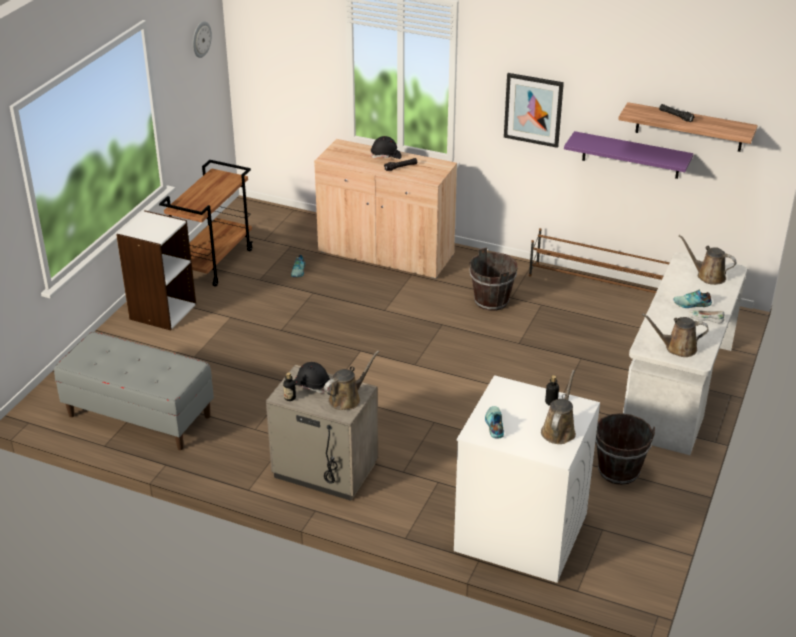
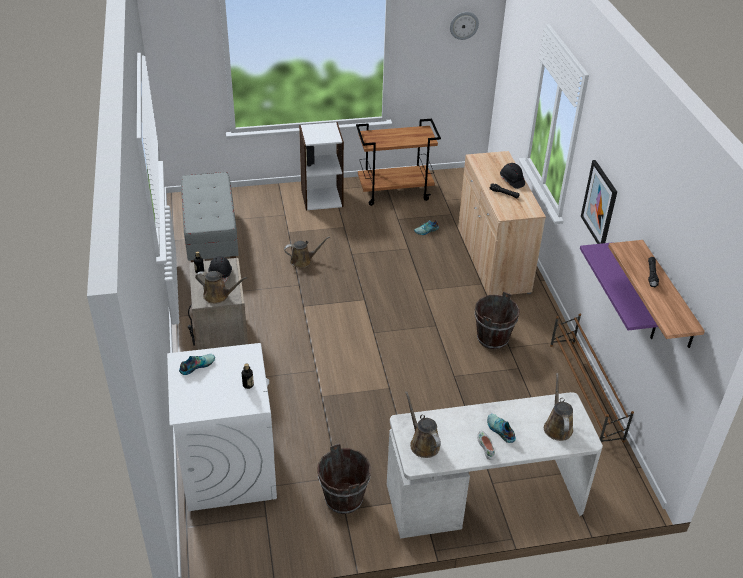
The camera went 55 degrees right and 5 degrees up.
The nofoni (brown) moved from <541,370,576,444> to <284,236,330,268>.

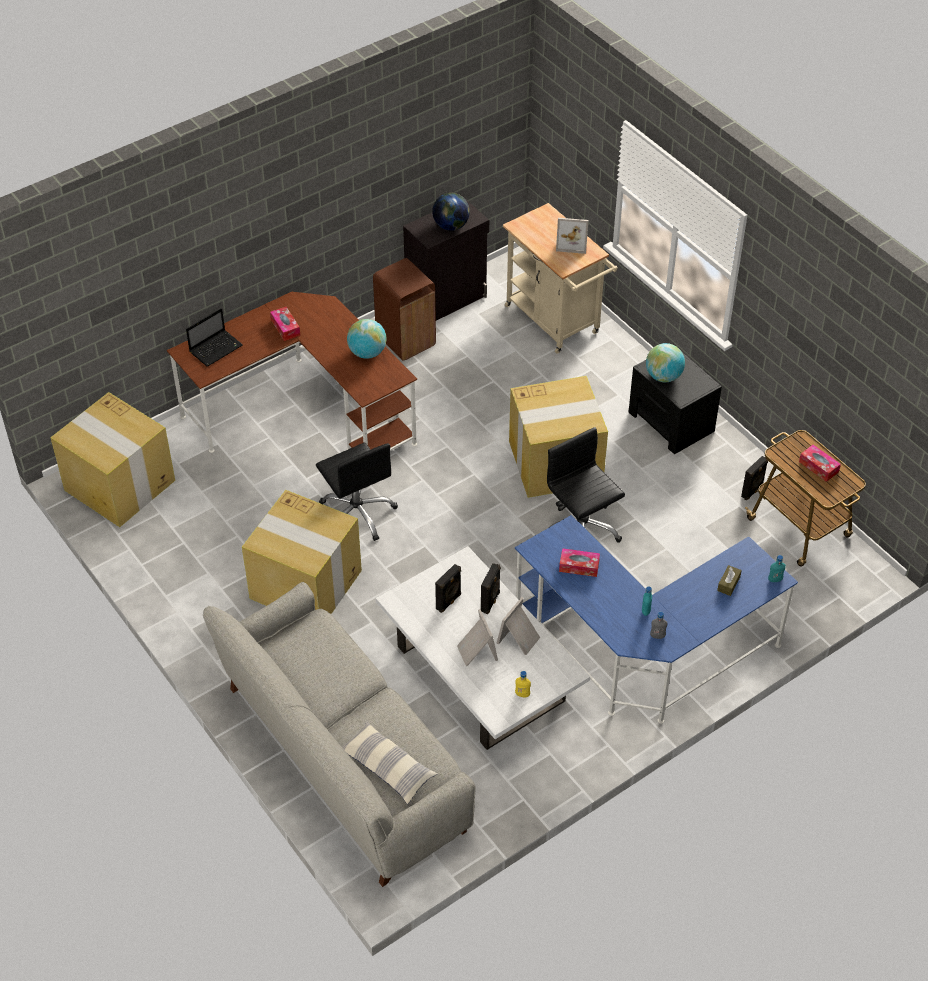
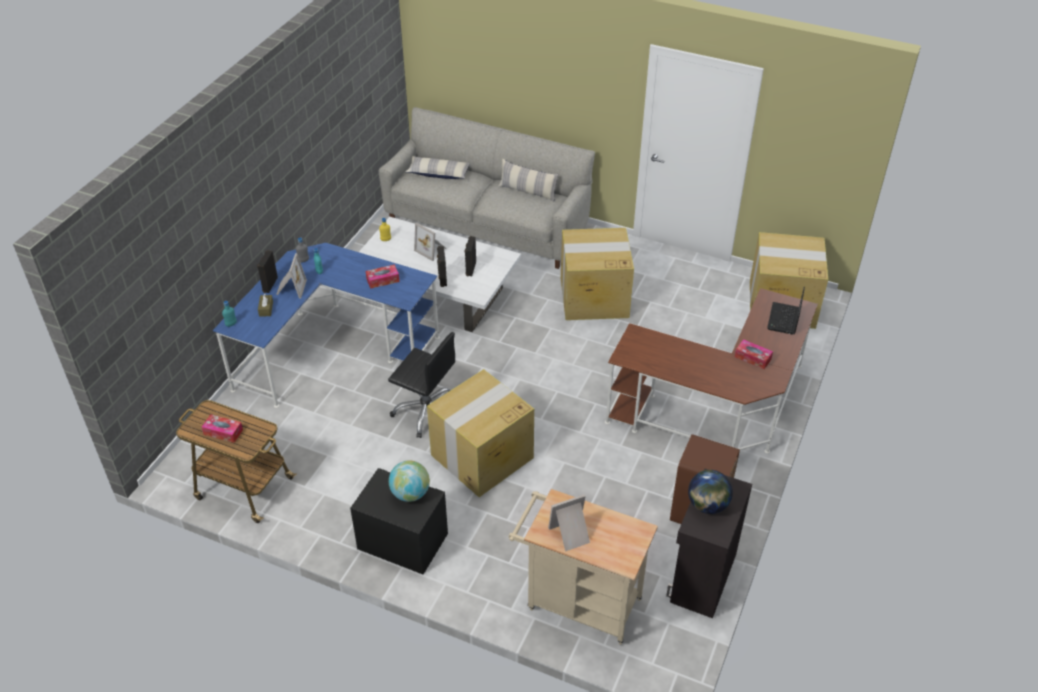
The camera went 150 degrees right and 5 degrees down.
The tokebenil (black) moved from <741,456,768,500> to <257,250,278,293>.
The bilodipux moved from <496,597,540,655> to <276,253,307,298>.
The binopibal at <498,159,559,201> appeared.
The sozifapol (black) at <316,442,398,541> disappeared.
The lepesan at <347,319,386,359> disappeared.

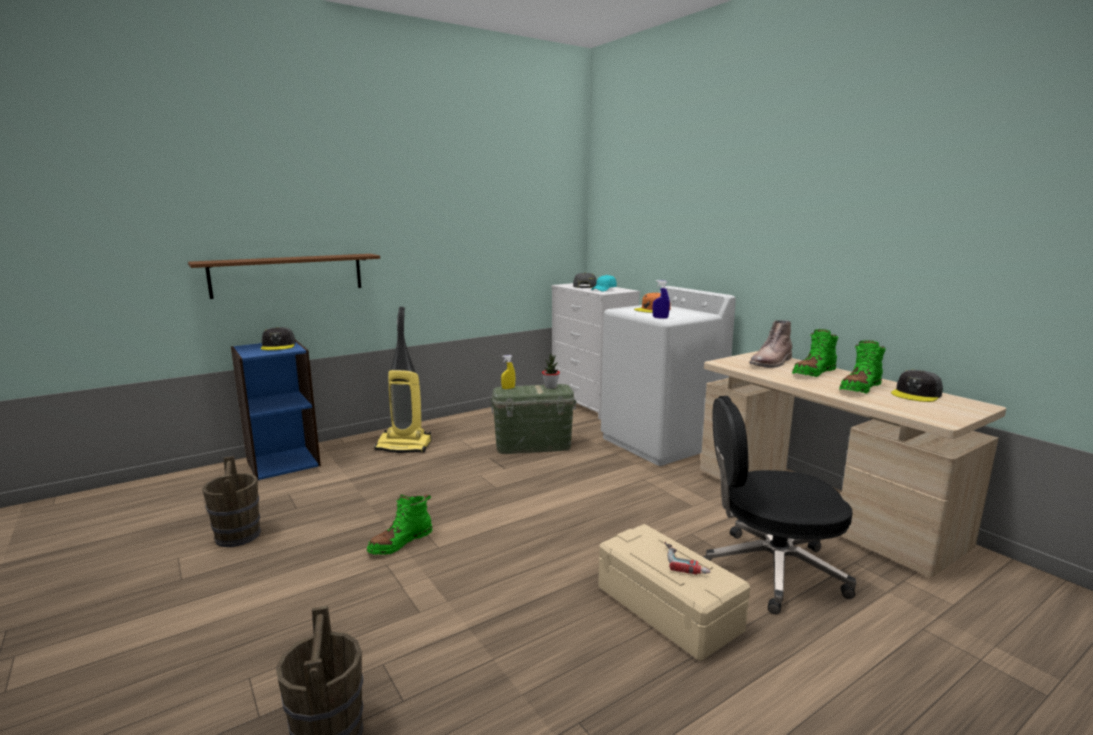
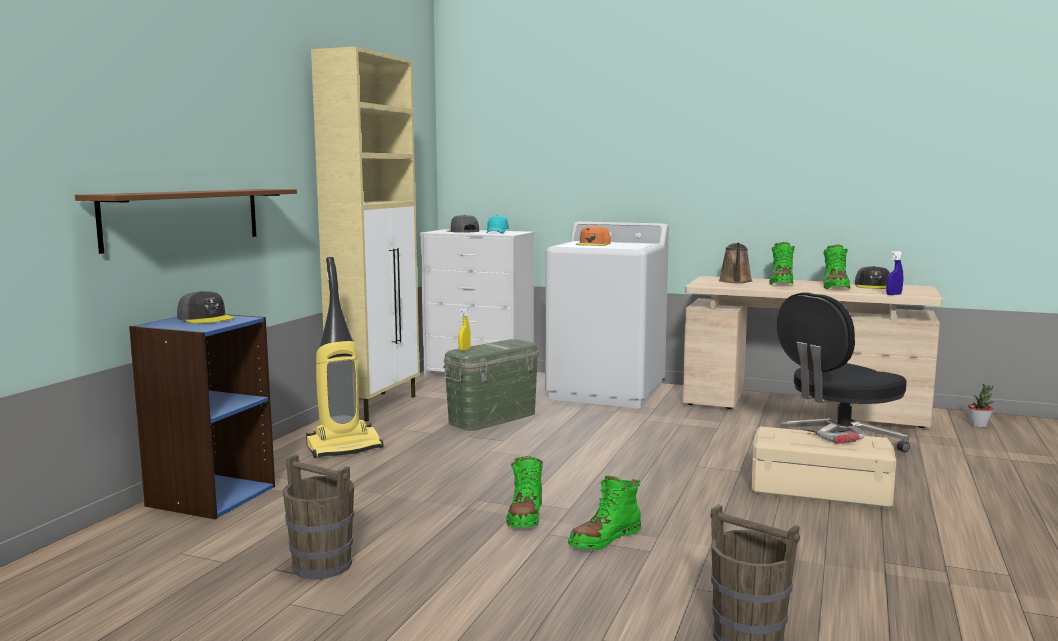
The camera went 35 degrees left and 5 degrees down.
The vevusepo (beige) at <311,47,420,422> appeared.
The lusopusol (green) at <568,476,641,550> appeared.
The lusopusol (brown) at <749,320,792,368> was replaced by the nofoni (brown) at <719,243,753,283>.
The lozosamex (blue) moved from <652,280,670,319> to <886,251,903,295>.
The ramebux moved from <542,354,560,389> to <968,384,993,427>.

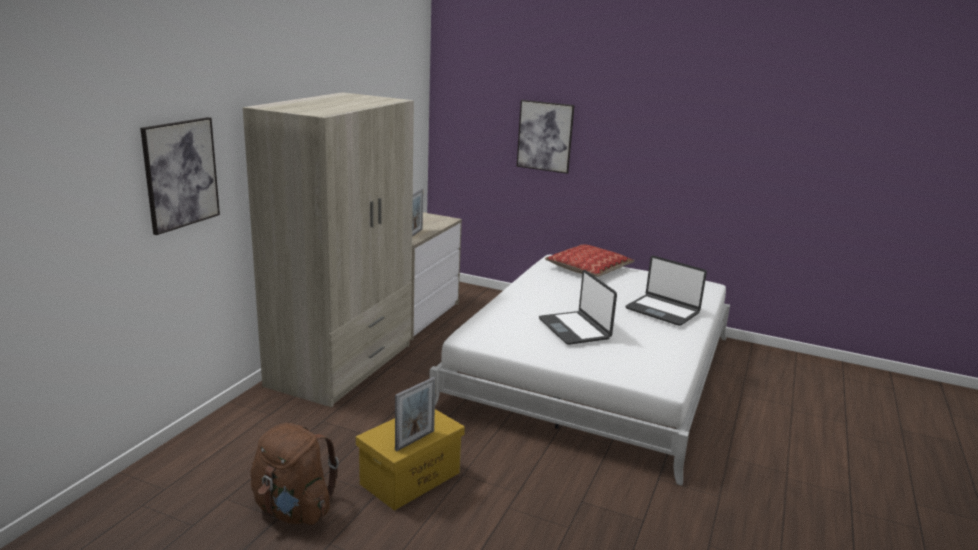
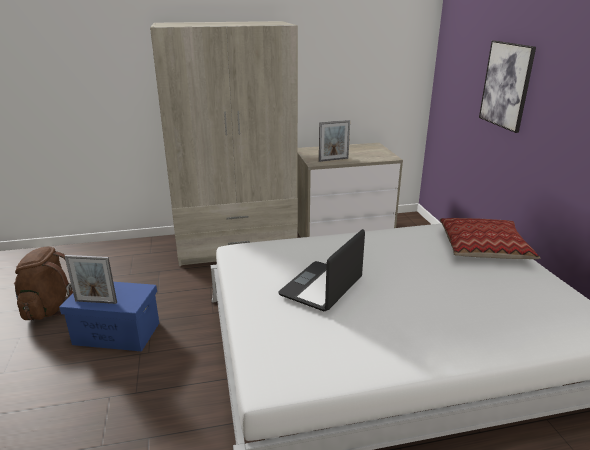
The camera went 55 degrees right and 5 degrees up.
The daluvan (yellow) at <356,409,465,511> became the daluvan (blue) at <59,282,159,351>.
The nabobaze at <140,117,220,235> disappeared.
The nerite at <625,256,707,326> disappeared.

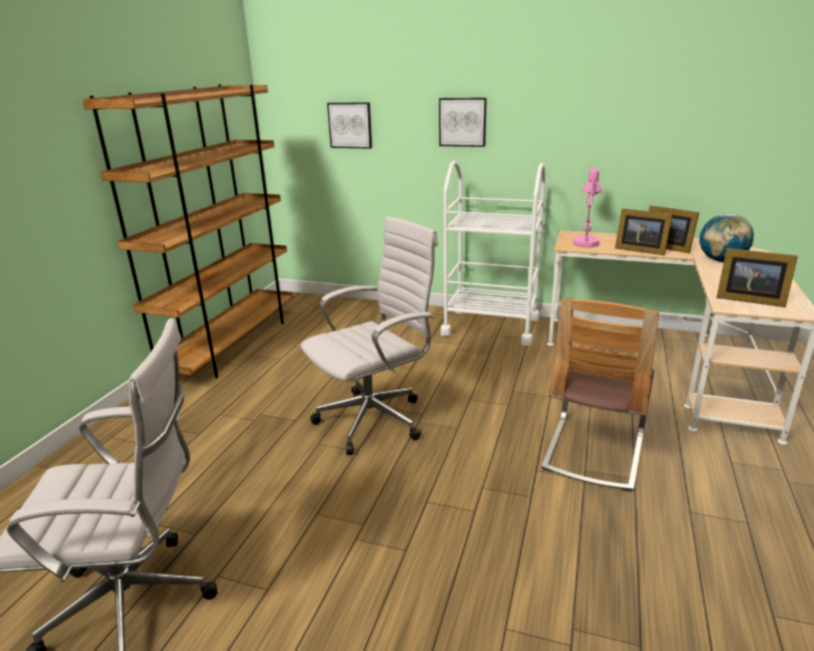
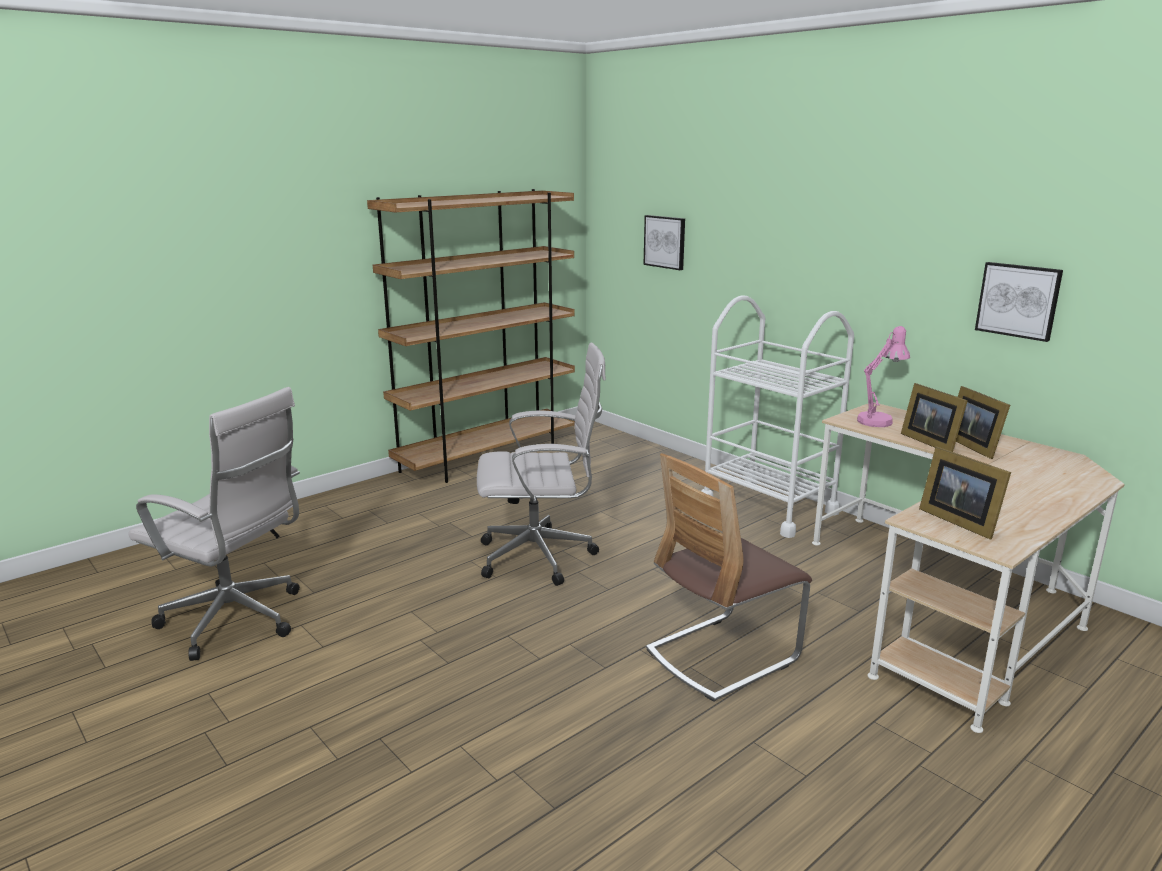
The camera went 30 degrees right and 5 degrees down.
The nabobaze moved from <439,98,487,147> to <975,262,1063,342>.
The lepesan at <699,213,754,262> disappeared.

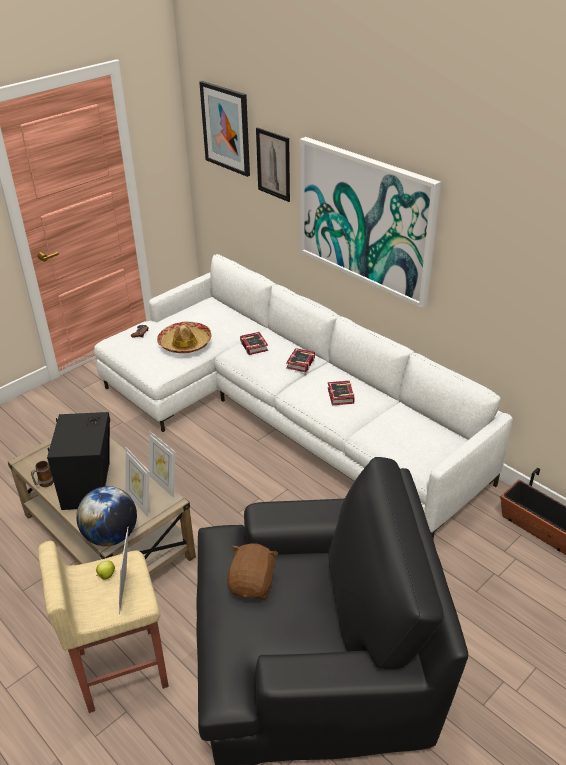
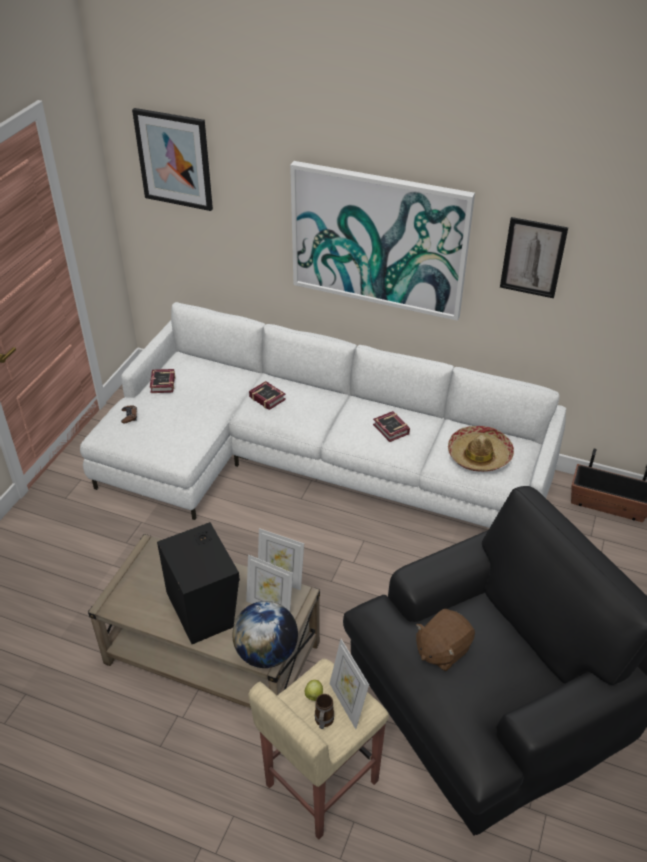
The camera went 25 degrees left and 5 degrees up.
The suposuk moved from <286,348,315,372> to <150,369,175,393>.
The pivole moved from <31,461,54,487> to <315,694,334,729>.
The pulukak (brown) at <227,543,278,599> turned 120 degrees counterclockwise.
The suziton moved from <157,321,211,353> to <448,426,514,472>.
The nabobaze moved from <256,127,290,202> to <500,217,568,298>.

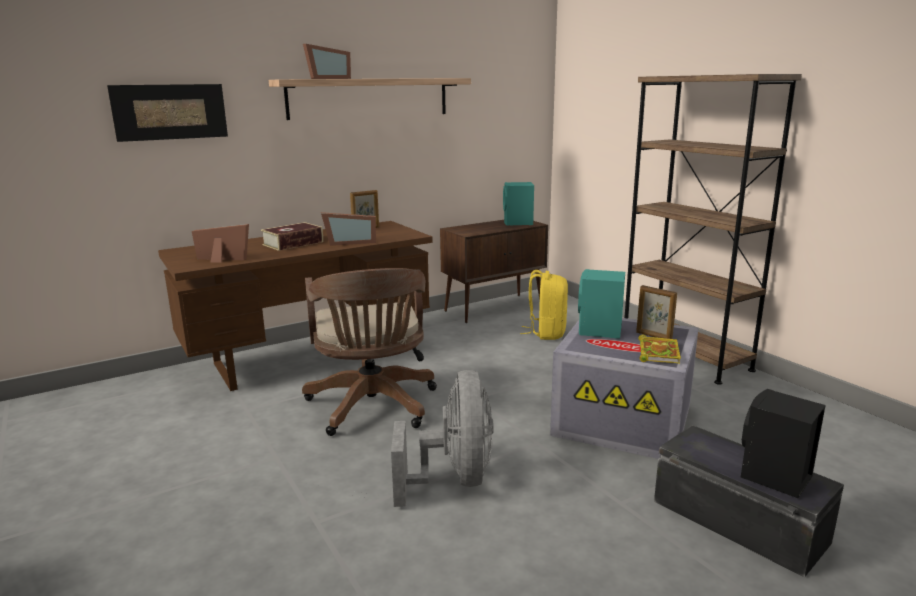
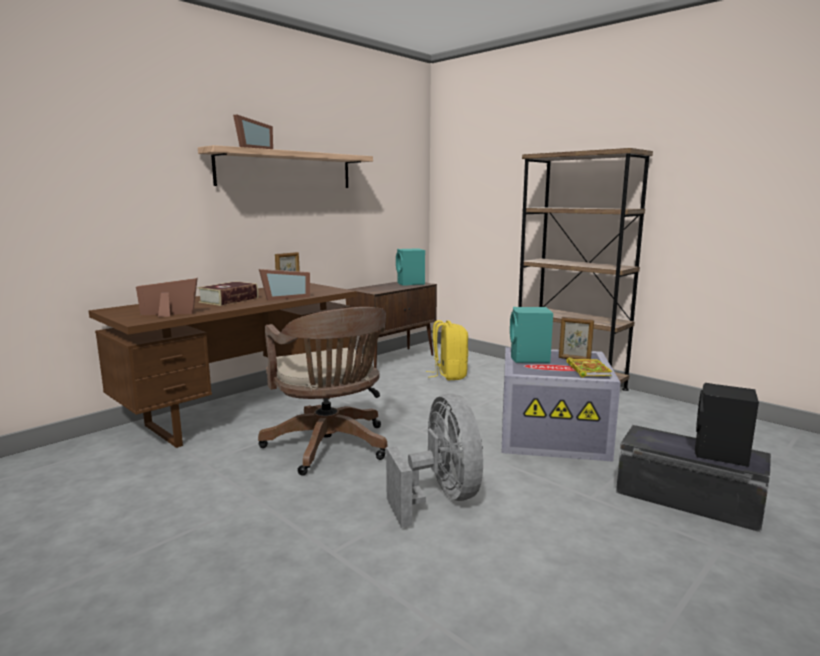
The camera went 15 degrees left and 5 degrees down.
The nabobaze at <107,84,228,142> disappeared.

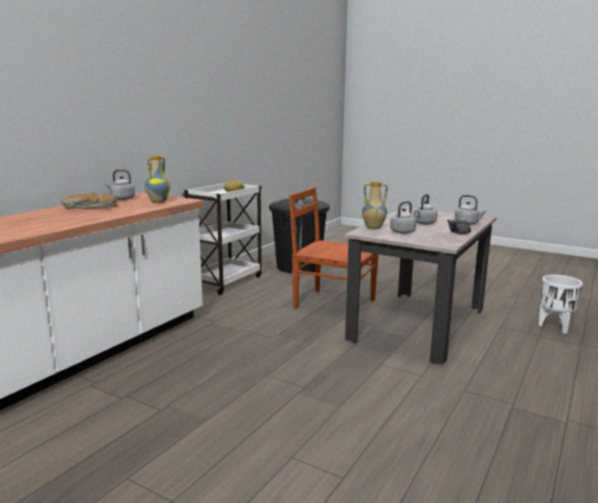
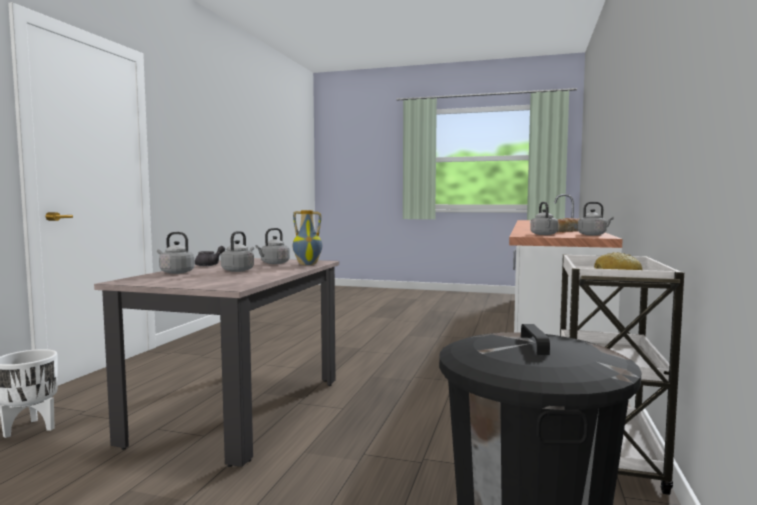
The camera went 165 degrees right and 10 degrees down.
The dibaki at <145,156,170,203> was replaced by the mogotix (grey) at <530,202,558,235>.
The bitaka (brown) at <289,187,379,309> disappeared.

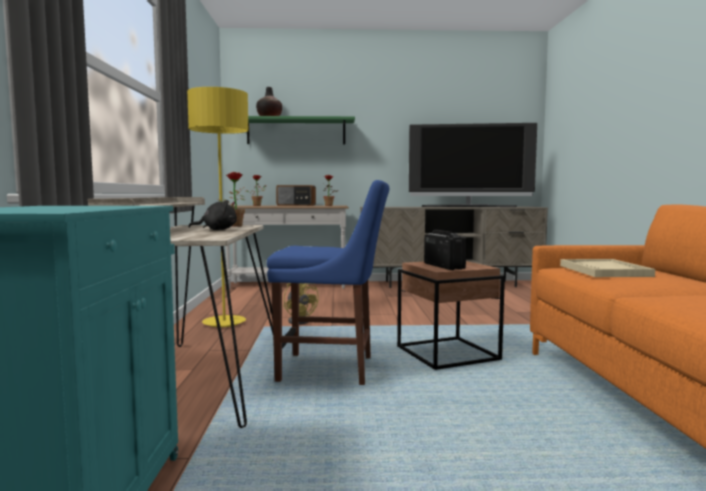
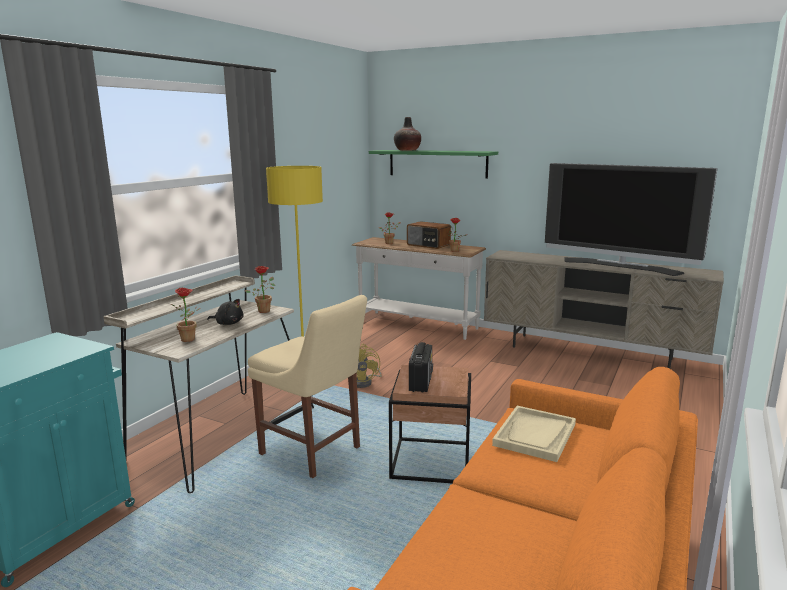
The camera went 30 degrees right and 10 degrees up.
The ramebux at <171,288,201,342> appeared.
The bitaka (blue) at <267,180,389,385> became the bitaka (beige) at <248,295,367,478>.

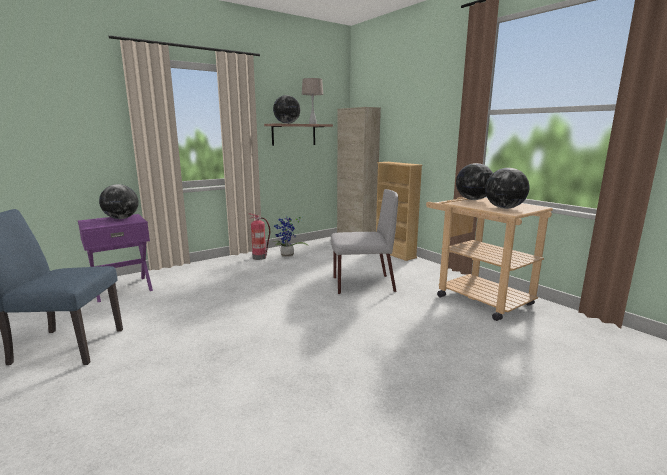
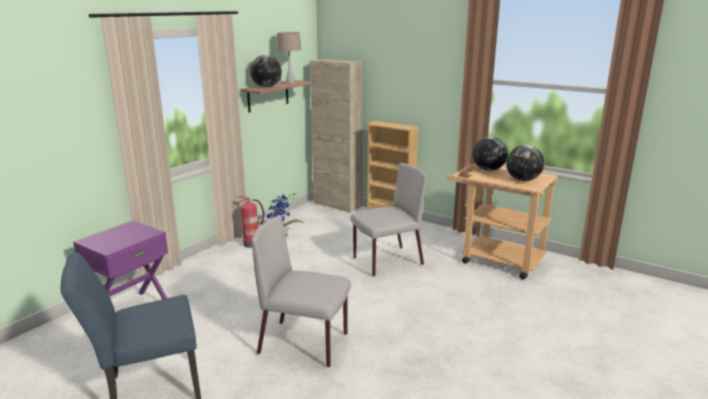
The camera went 20 degrees left and 5 degrees up.
The bitaka (grey) at <252,215,351,367> appeared.
The lepesan at <99,184,139,219> disappeared.

